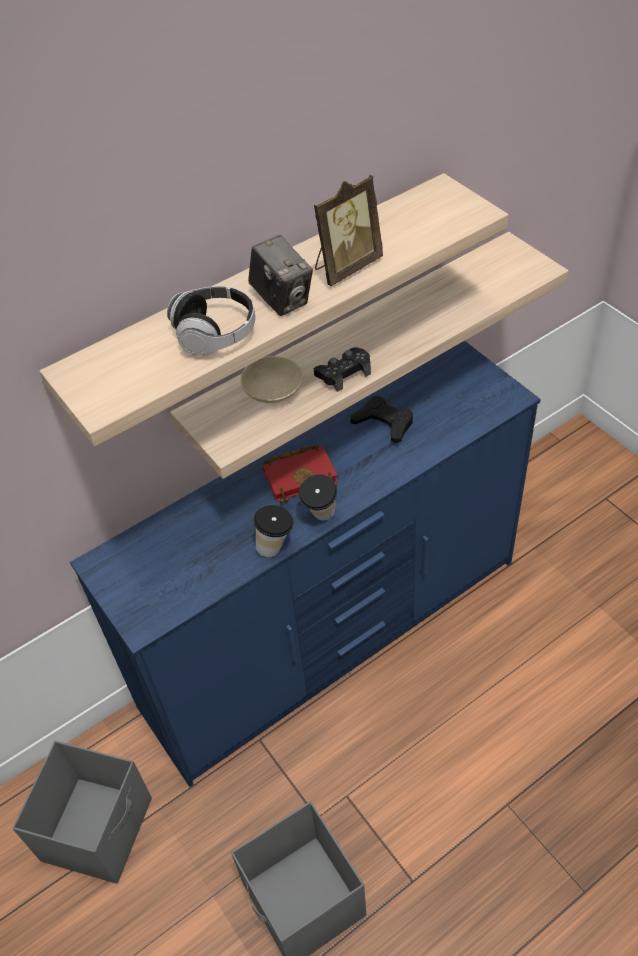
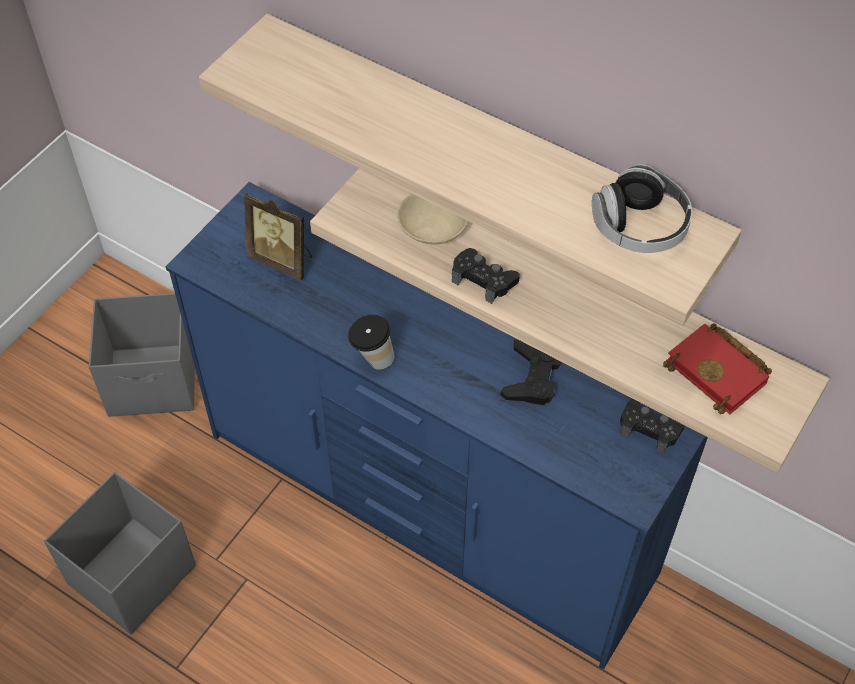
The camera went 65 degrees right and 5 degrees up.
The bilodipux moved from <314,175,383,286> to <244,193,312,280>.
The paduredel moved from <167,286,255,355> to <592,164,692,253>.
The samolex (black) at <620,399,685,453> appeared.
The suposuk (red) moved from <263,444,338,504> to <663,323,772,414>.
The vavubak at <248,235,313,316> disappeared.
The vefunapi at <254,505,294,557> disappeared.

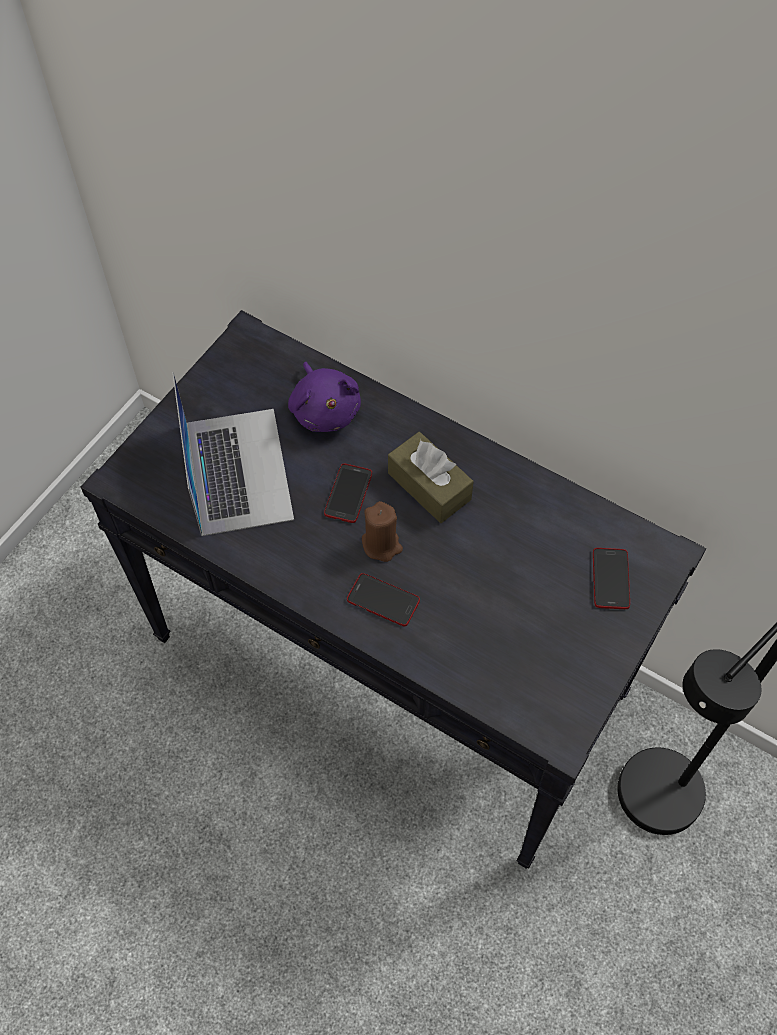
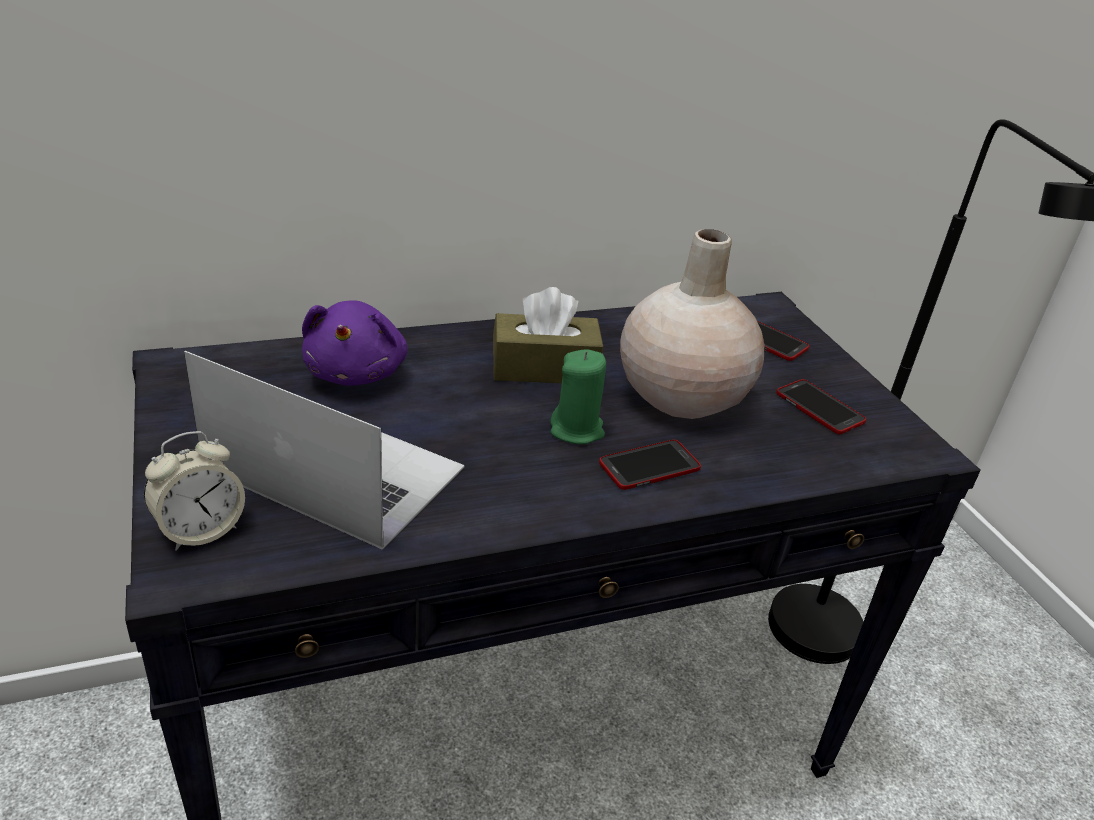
The camera went 55 degrees left and 25 degrees down.
The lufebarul at <144,431,245,551> appeared.
The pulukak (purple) at <288,362,361,432> turned 75 degrees clockwise.
The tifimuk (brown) at <362,501,403,562> became the tifimuk (green) at <551,349,606,444>.
The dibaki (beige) at <620,229,764,419> appeared.
The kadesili moved from <324,464,372,523> to <776,379,866,434>.

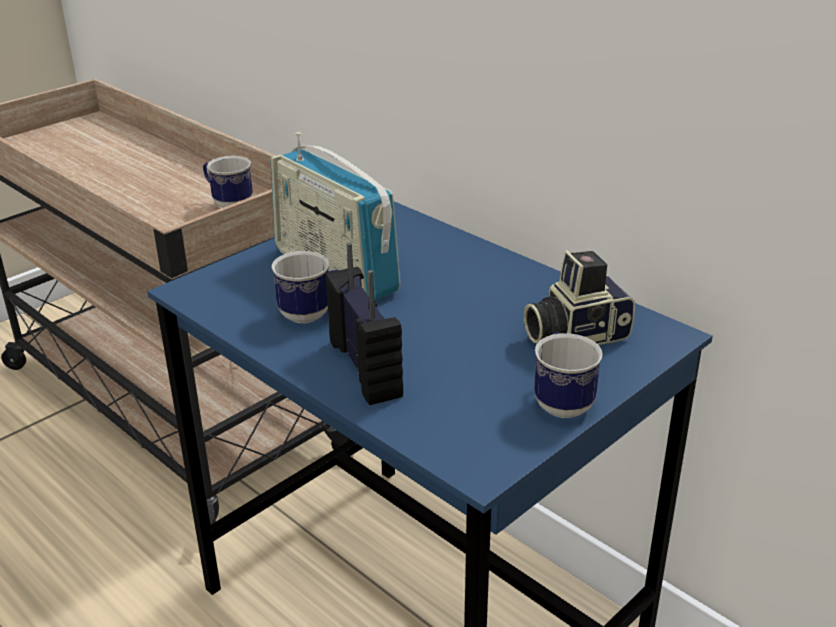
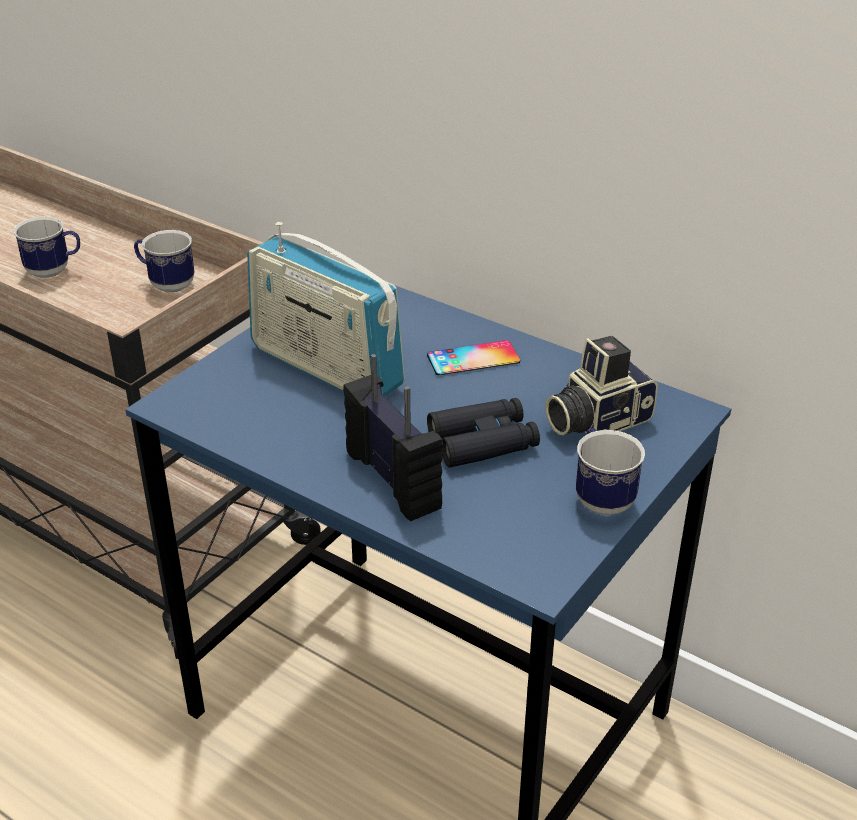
The camera went 10 degrees left and 5 degrees up.
The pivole moved from <271,251,338,323> to <13,217,80,278>.
The kadesili at <427,340,520,376> appeared.
The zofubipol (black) at <427,398,540,468> appeared.

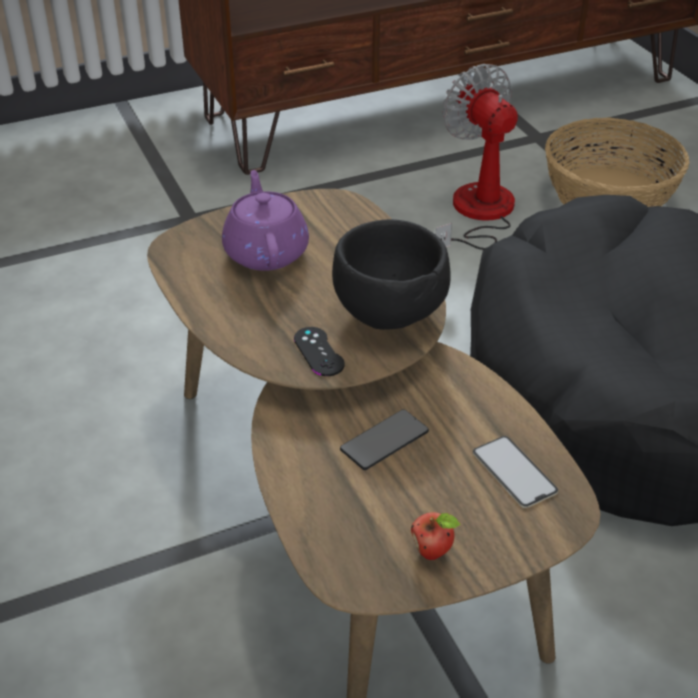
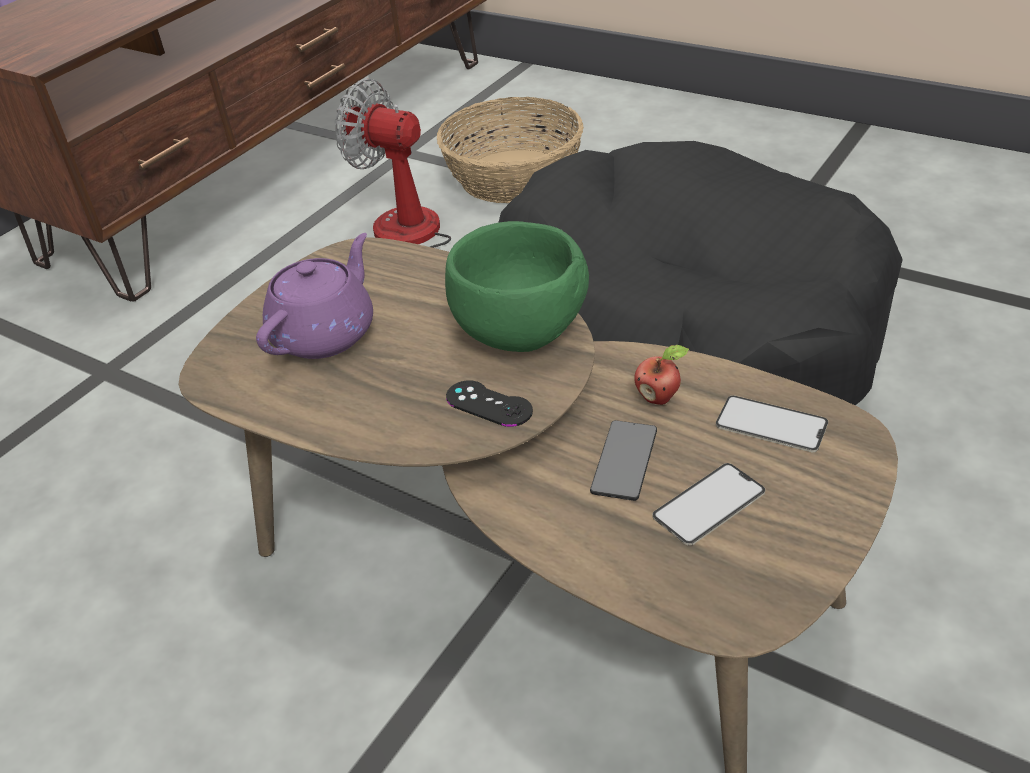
The camera went 30 degrees left and 0 degrees up.
The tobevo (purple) at <222,170,309,271> turned 75 degrees clockwise.
The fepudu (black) at <332,219,450,330> became the fepudu (green) at <445,221,589,352>.
The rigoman moved from <411,512,461,560> to <634,345,689,405>.
The kadesili at <652,463,765,546> appeared.

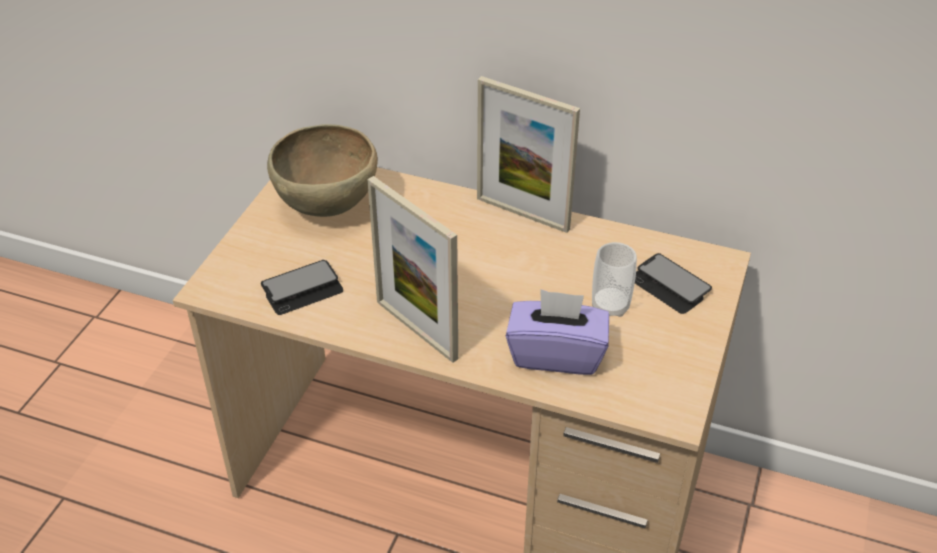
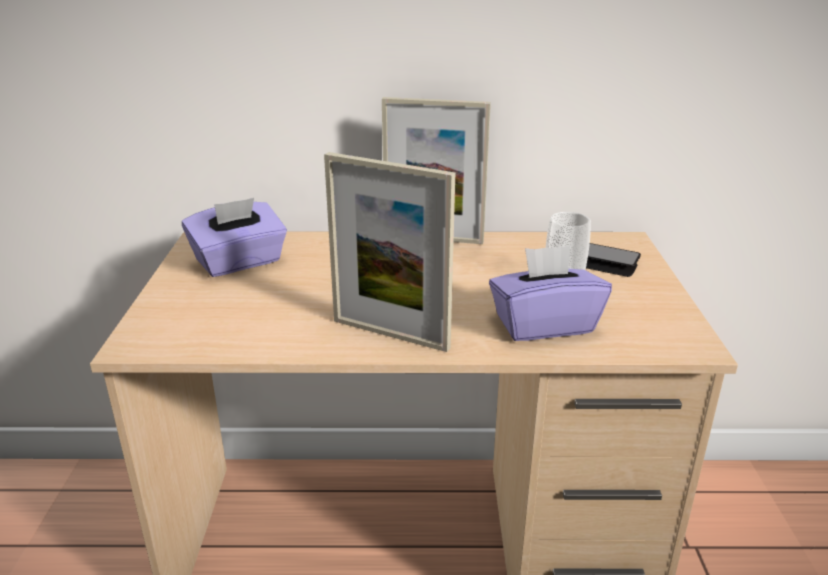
The camera went 20 degrees left and 15 degrees down.
The fepudu (brown) at <267,124,378,217> was replaced by the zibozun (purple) at <182,198,287,277>.
The kadesili at <261,260,343,315> disappeared.

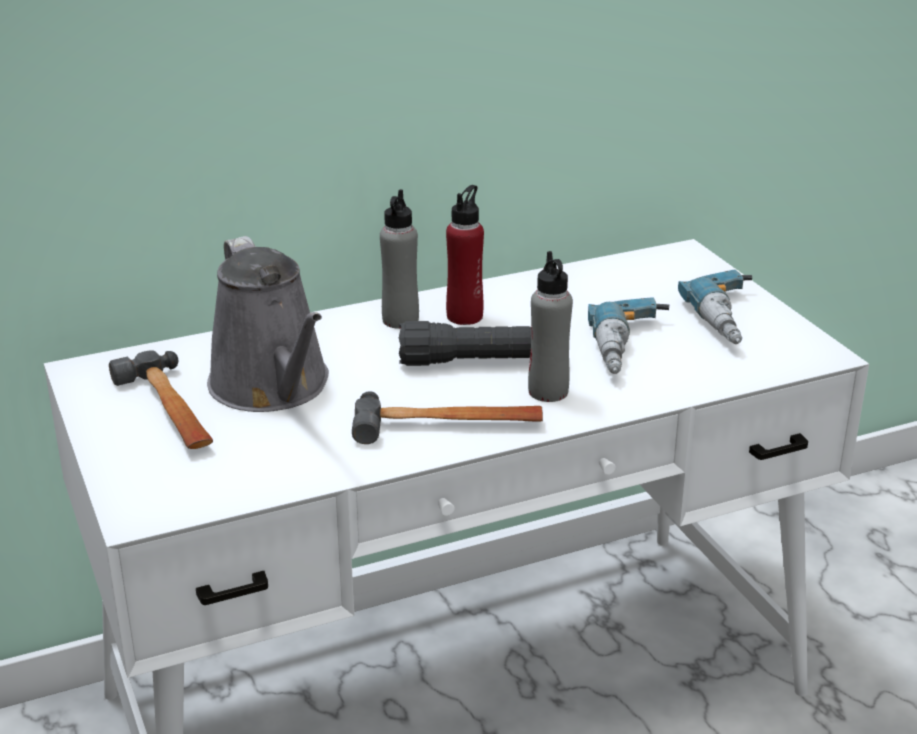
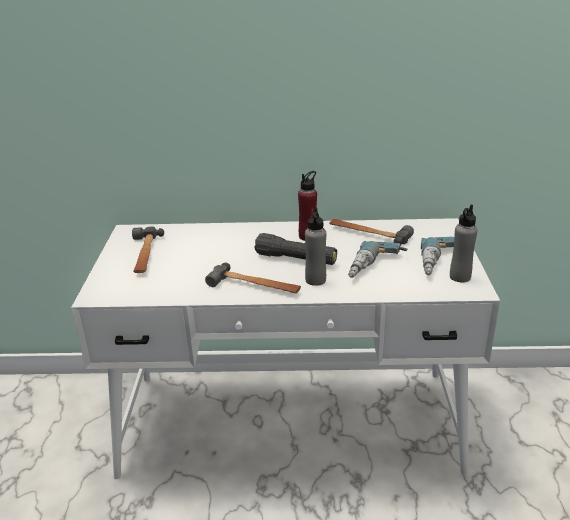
The camera went 25 degrees right and 0 degrees up.
The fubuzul at <329,219,414,246> appeared.
The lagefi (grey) moved from <380,190,419,329> to <450,204,478,282>.
The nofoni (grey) at <207,236,329,412> disappeared.

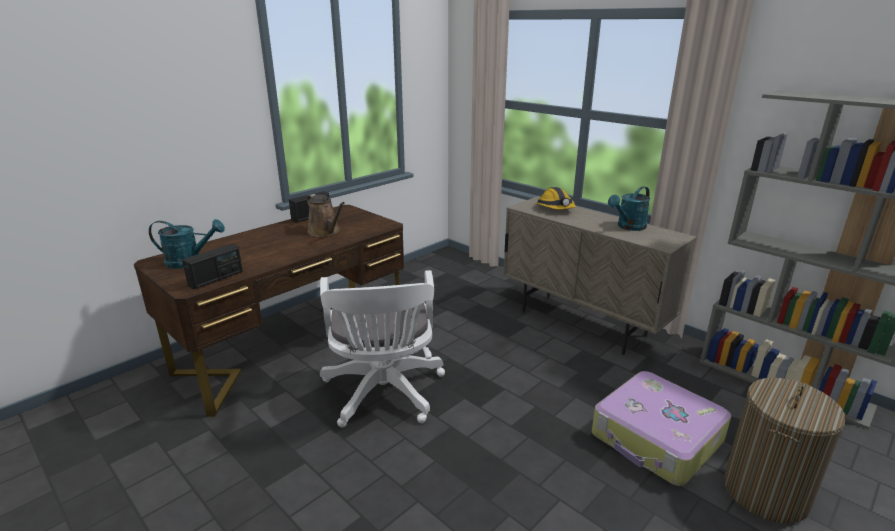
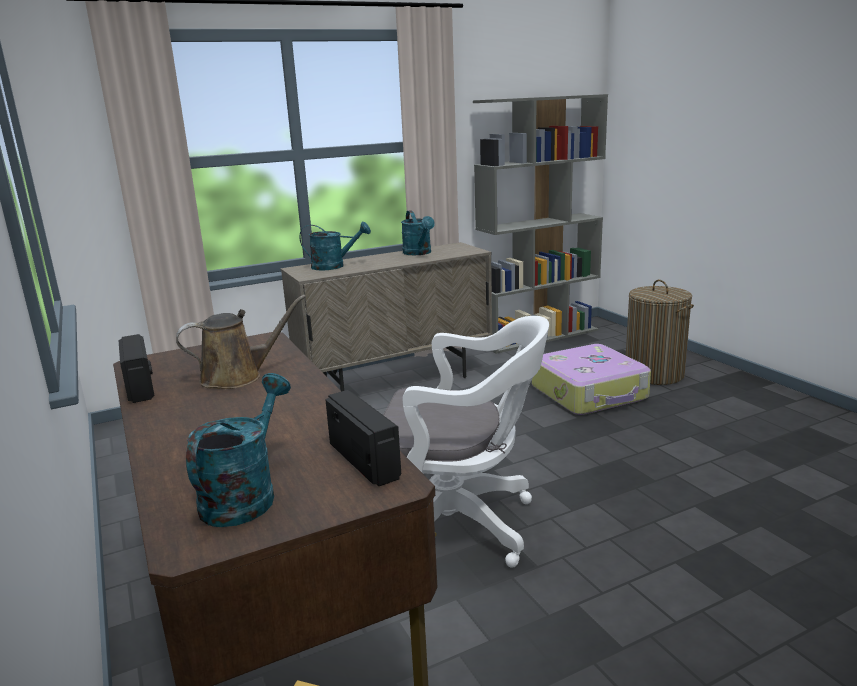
The camera went 70 degrees left and 5 degrees down.
The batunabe at <535,187,576,209> was replaced by the nofoni (turquoise) at <299,221,371,270>.

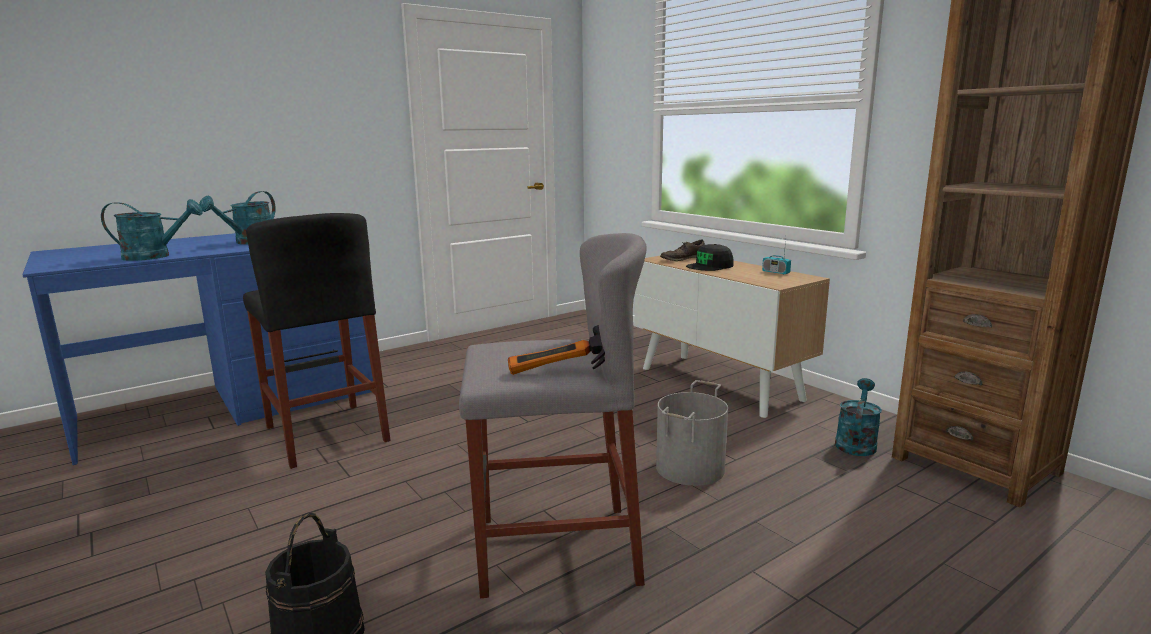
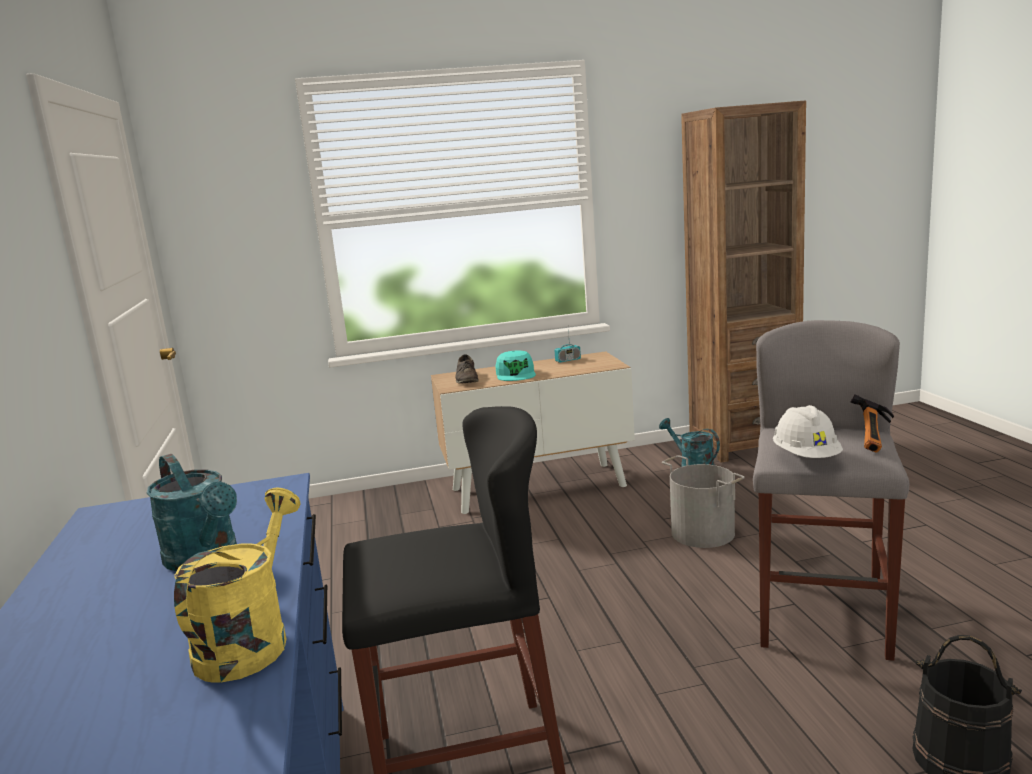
The camera went 65 degrees left and 0 degrees up.
The nofoni (turquoise) at <101,199,203,261> became the nofoni (yellow) at <174,487,301,683>.
The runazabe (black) at <686,244,733,271> became the runazabe (turquoise) at <495,350,536,381>.
The batunabe (white) at <773,405,843,458> appeared.

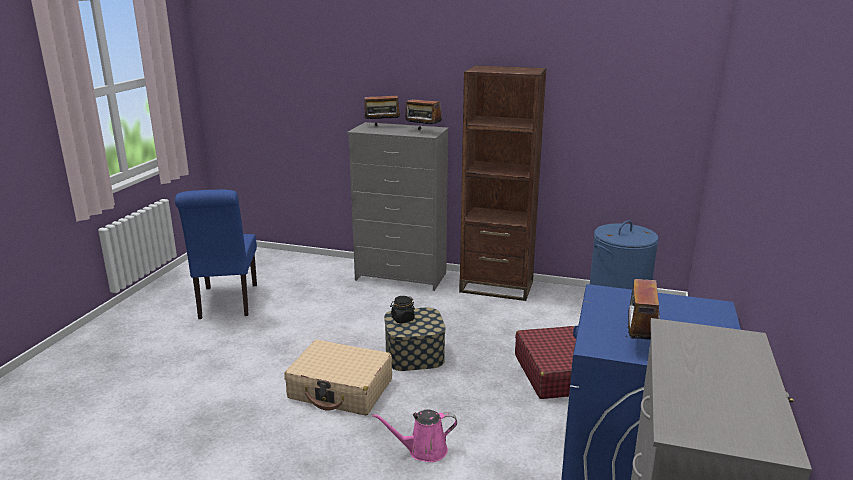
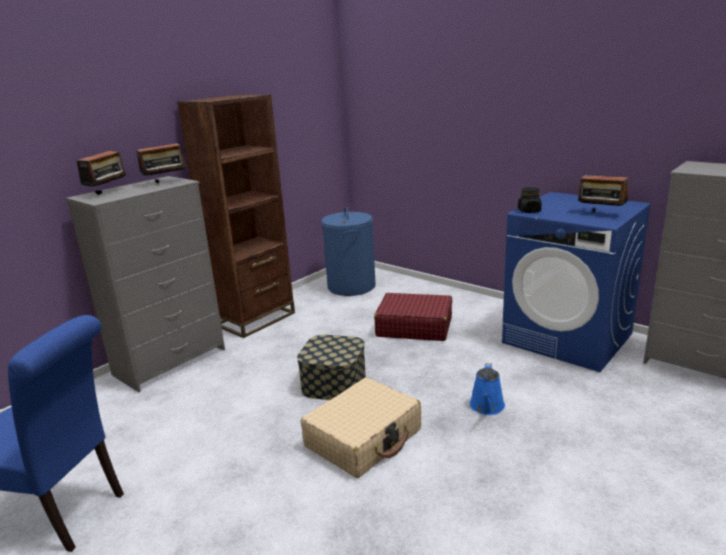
The camera went 65 degrees left and 0 degrees up.
The nofoni (pink) at <372,410,457,462> became the nofoni (blue) at <470,363,505,415>.
The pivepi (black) moved from <390,296,415,323> to <518,187,542,213>.

